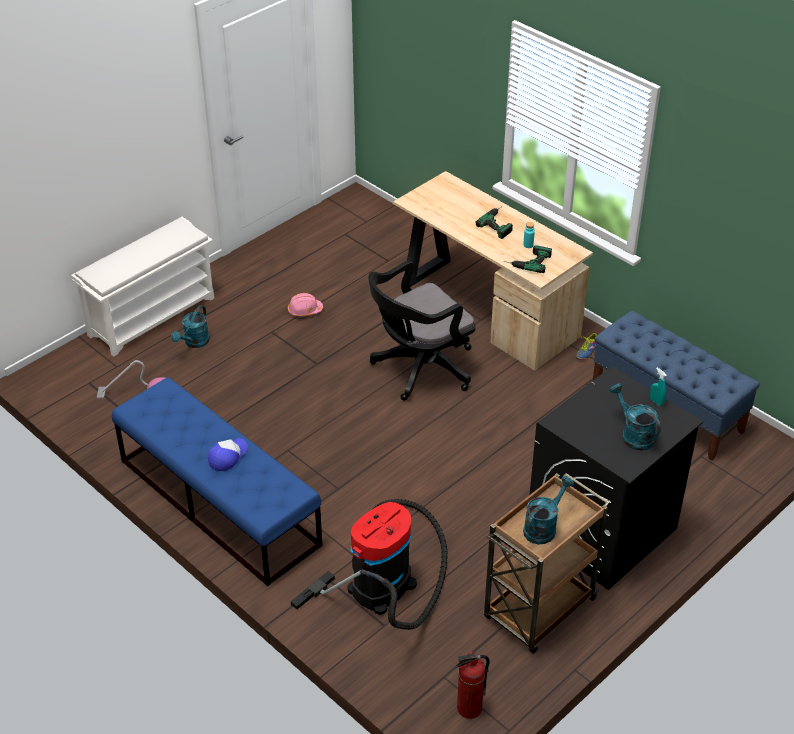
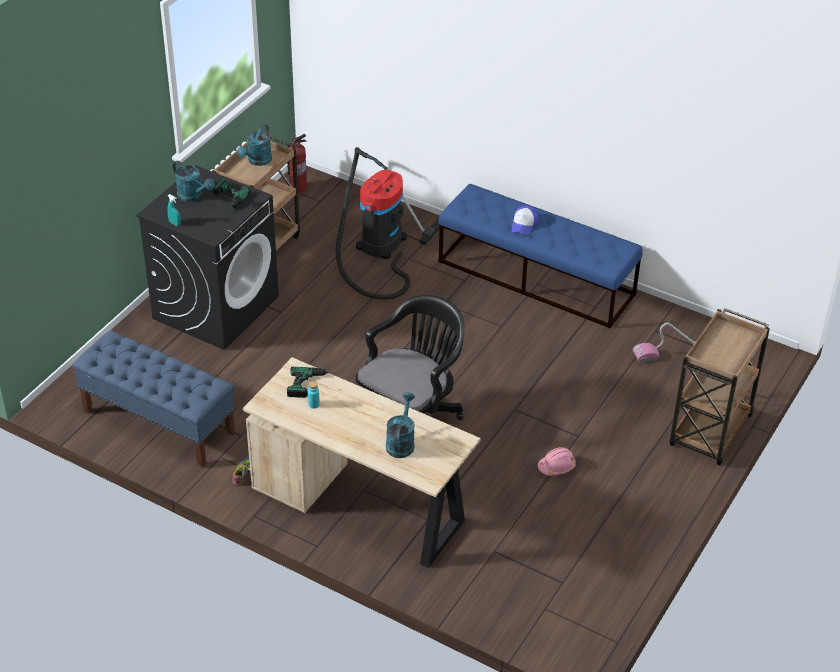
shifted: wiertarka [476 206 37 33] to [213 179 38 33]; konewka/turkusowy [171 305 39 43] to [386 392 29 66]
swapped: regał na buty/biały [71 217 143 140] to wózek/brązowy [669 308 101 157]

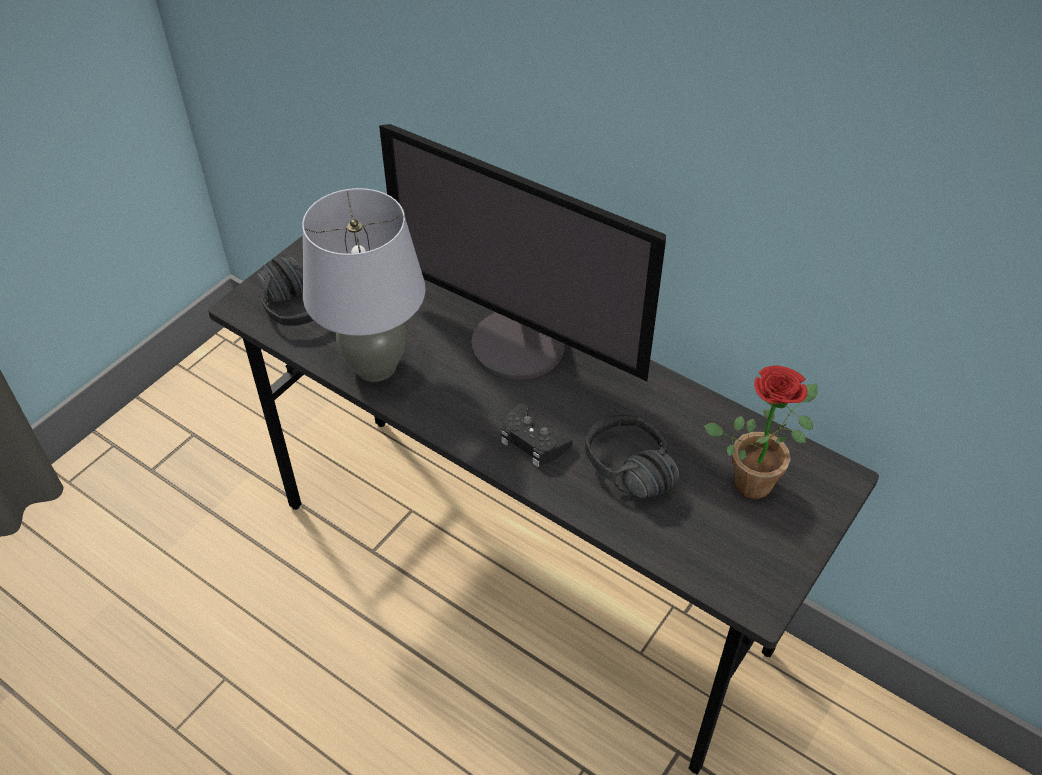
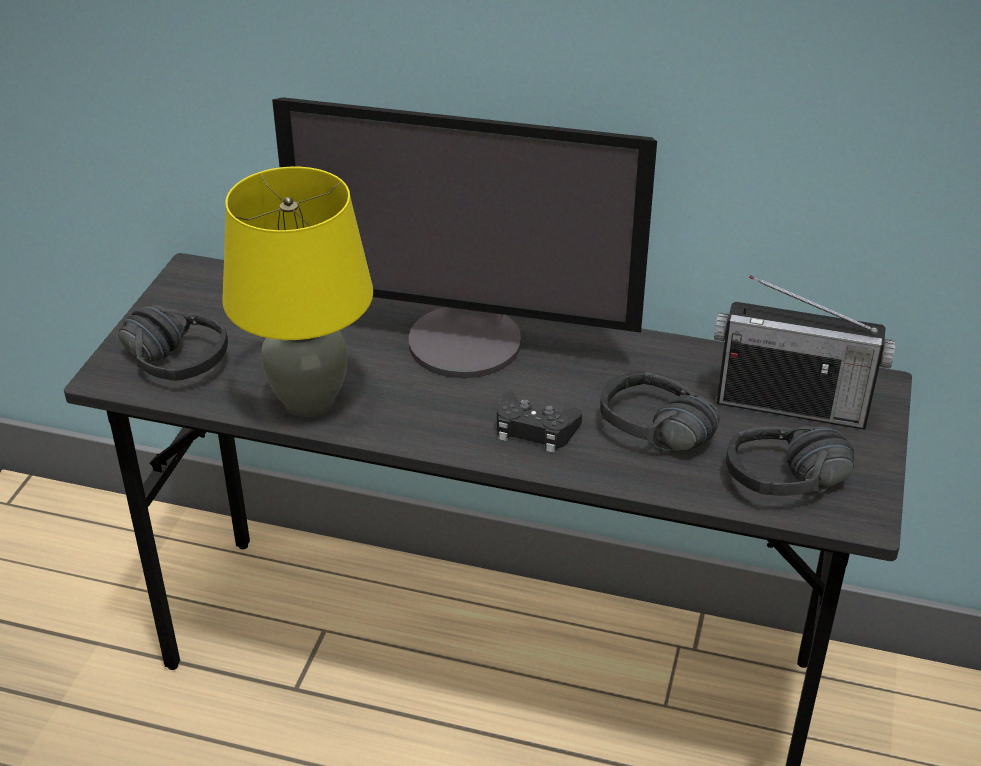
new: słuchawki/czarny [726 426 128 70]
swapped: roślina doniczkowa [704 365 114 134] to radio [714 275 182 155]
repainted: lampa stołowa/szary [302 188 124 194] to lampa stołowa/żółty [222 167 151 250]

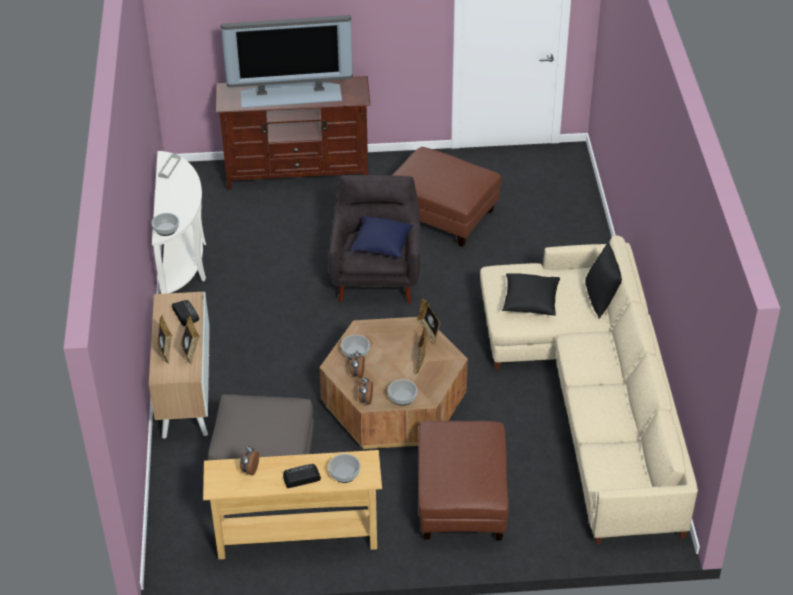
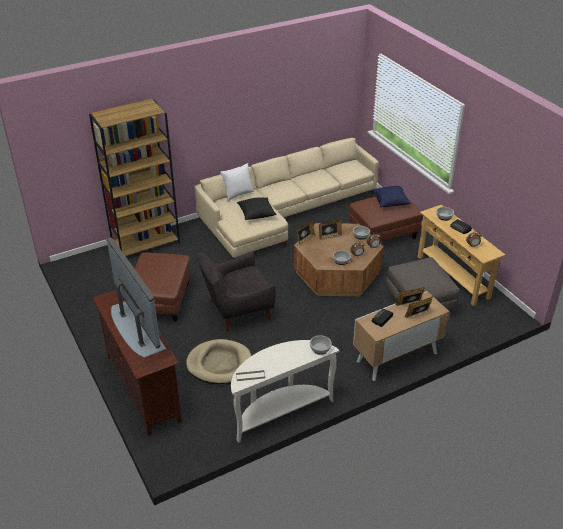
new: regał/brązowy [89 99 91 157]; legowisko/beżowy [186 339 66 45]
shifted: poduszka/niebieski [350 216 63 42] to [372 186 39 21]
repainted: poduszka/czarny [585 243 37 76] to poduszka/biały [220 163 34 39]

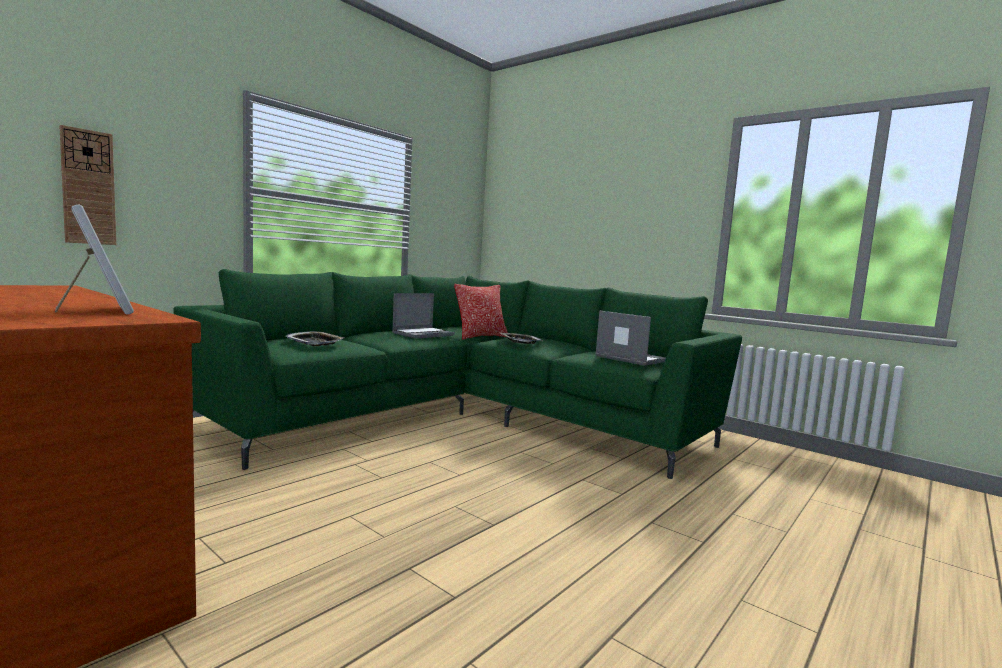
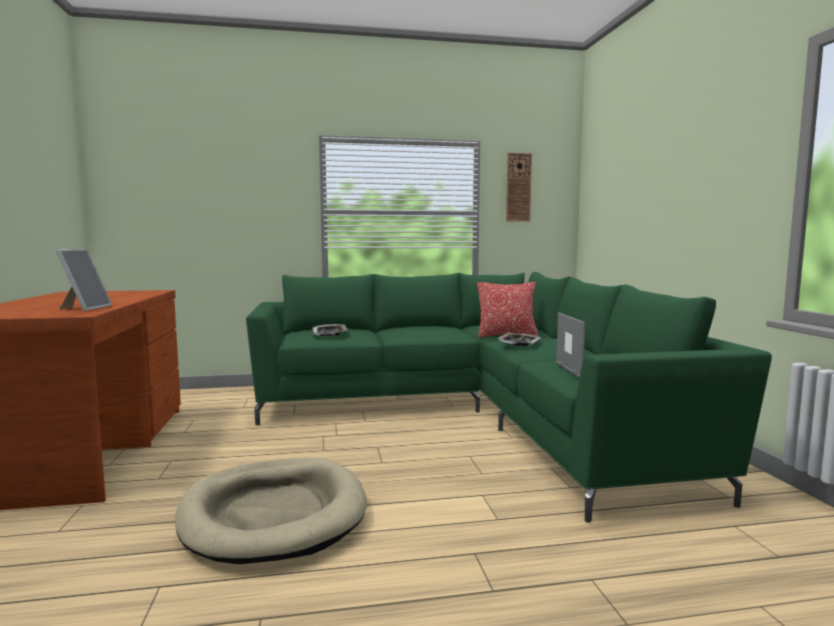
gone: laptop [392 293 63 46]
new: legowisko/beżowy [175 458 192 106]
shifted: zegar ścienny [59 125 57 120] to [506 153 26 69]

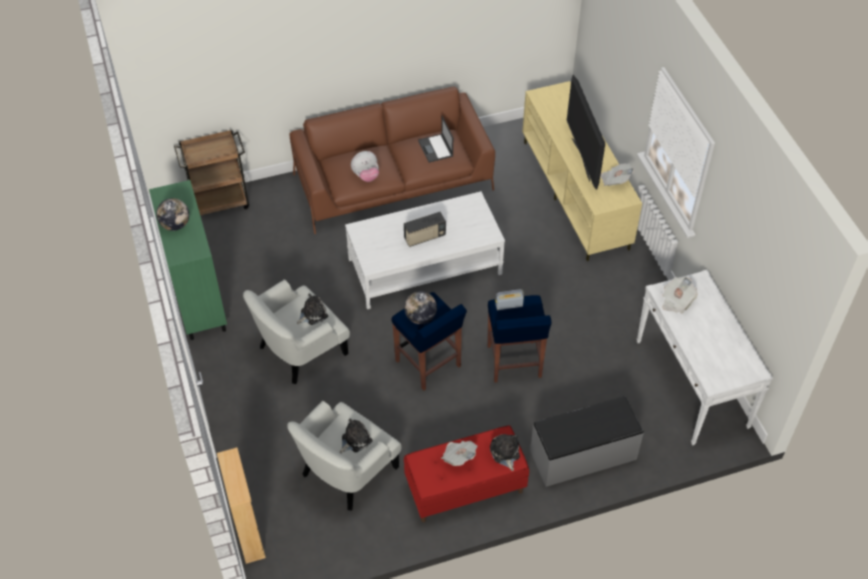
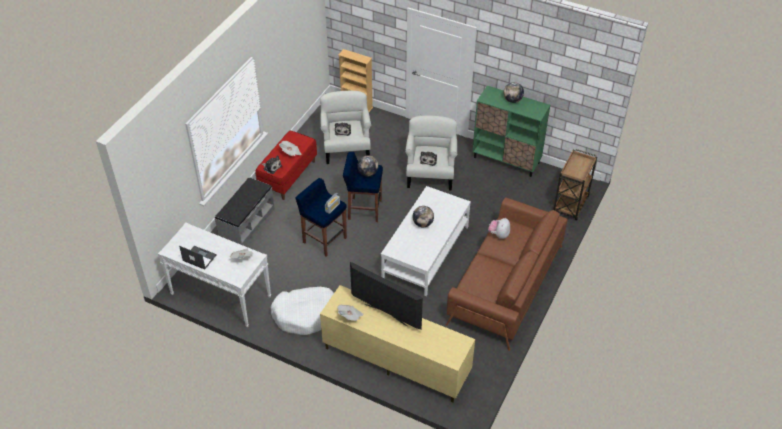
new: legowisko/biały [271 287 63 48]
shifted: laptop [418 116 35 47] to [179 246 38 23]
swapped: radio [404 212 42 35] to globus [412 206 22 21]

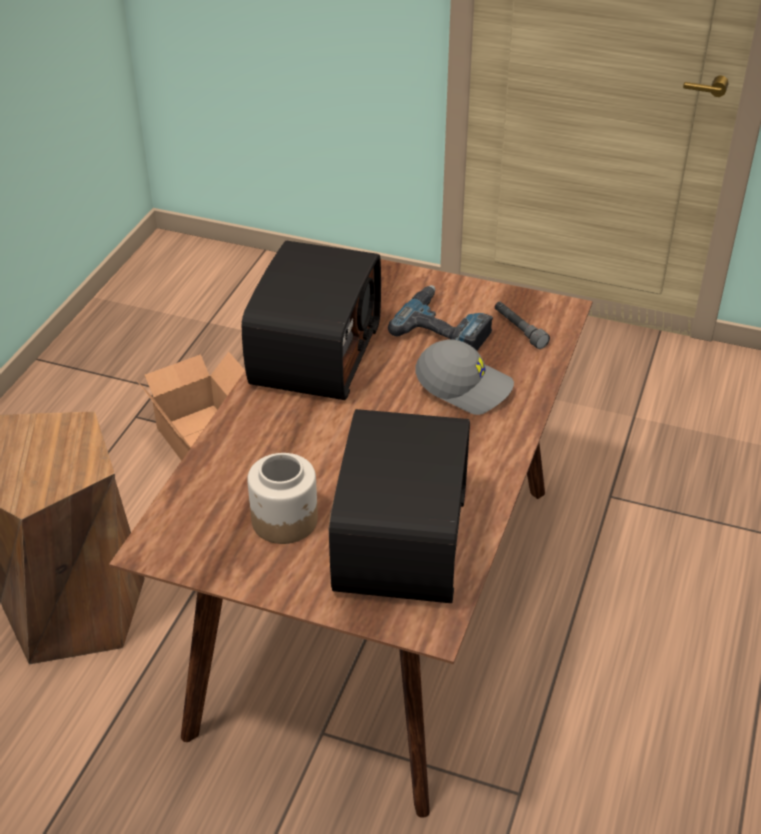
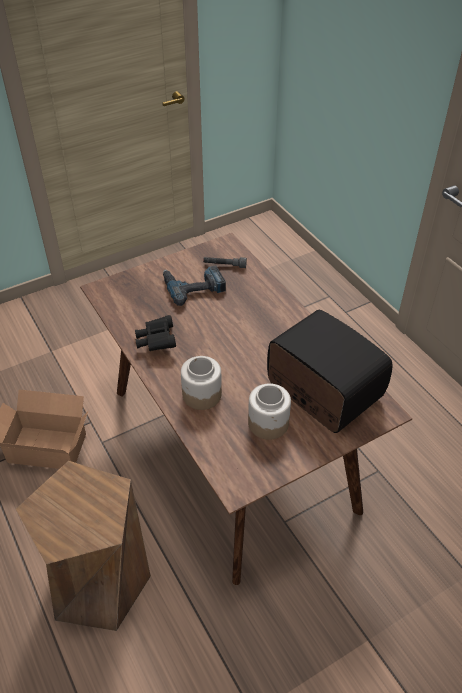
gone: czapka z daszkiem/szary [415 339 99 76]
new: słoik [181 356 41 54]
swapped: radio [242 241 139 159] to lornetka/czarny [135 315 41 36]

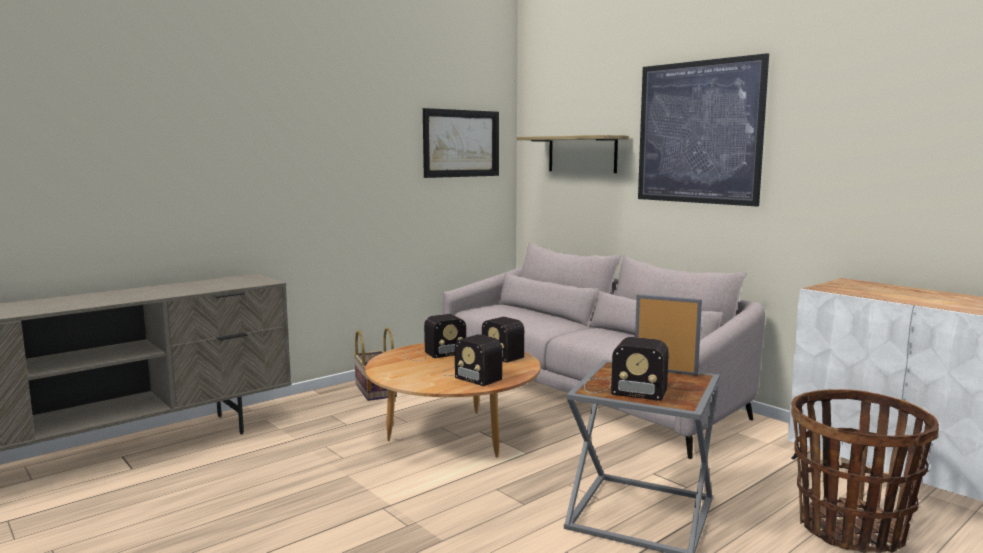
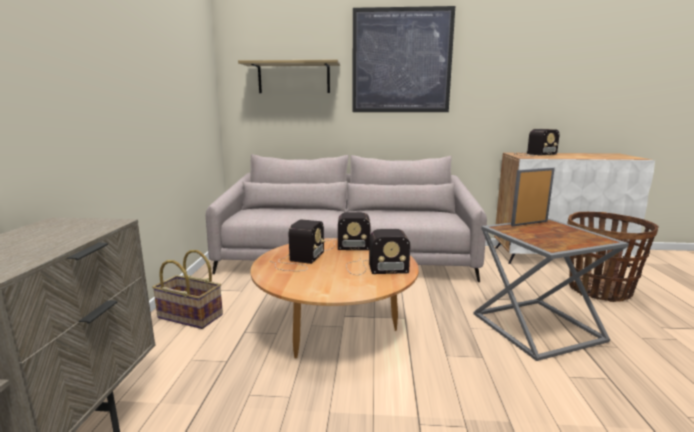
gone: obraz [423 108 76 70]
shifted: radio [584 337 85 64] to [515 129 45 27]

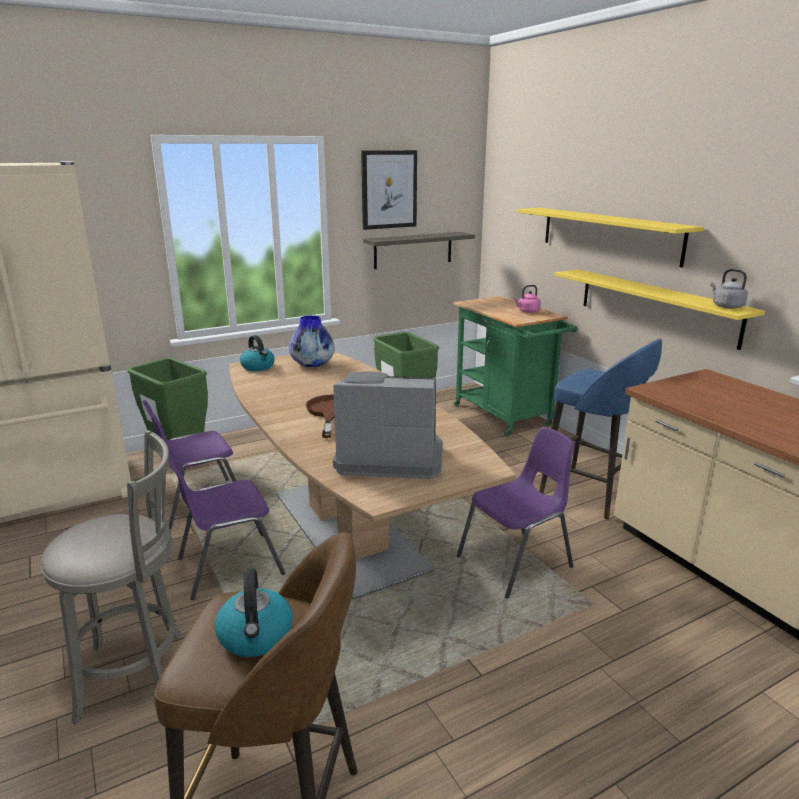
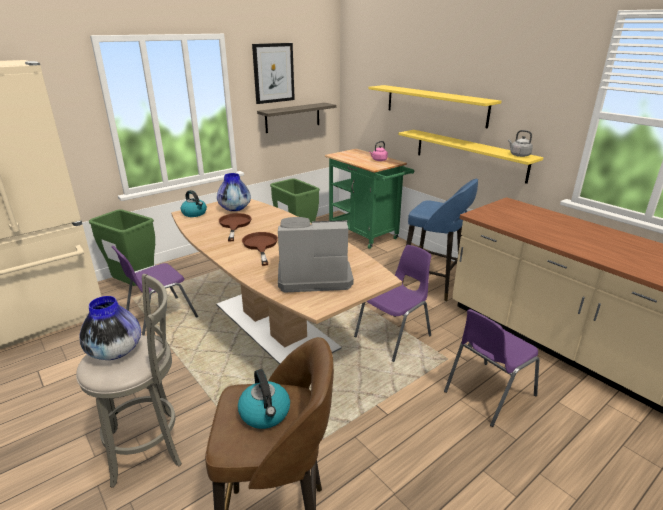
new: patelnia/brązowy [219 213 33 28]; wazon [79 296 62 64]
shifted: krzesło/fioletowy [168 448 118 152] to [444 309 95 118]

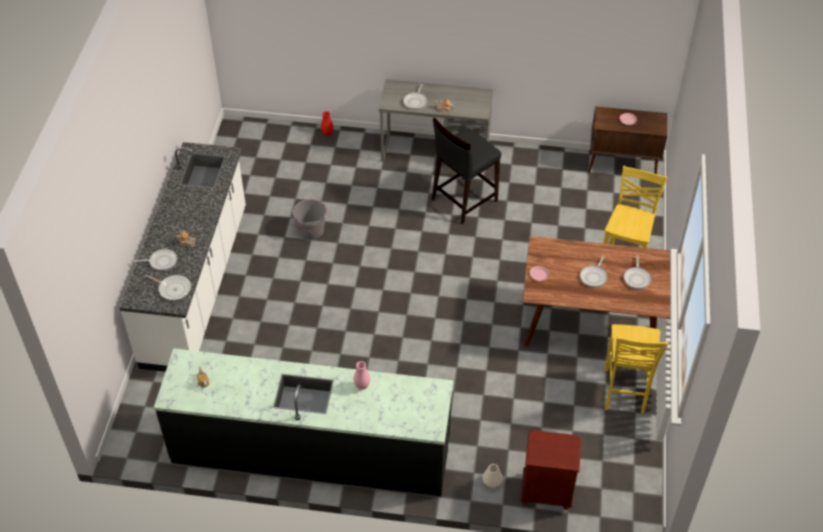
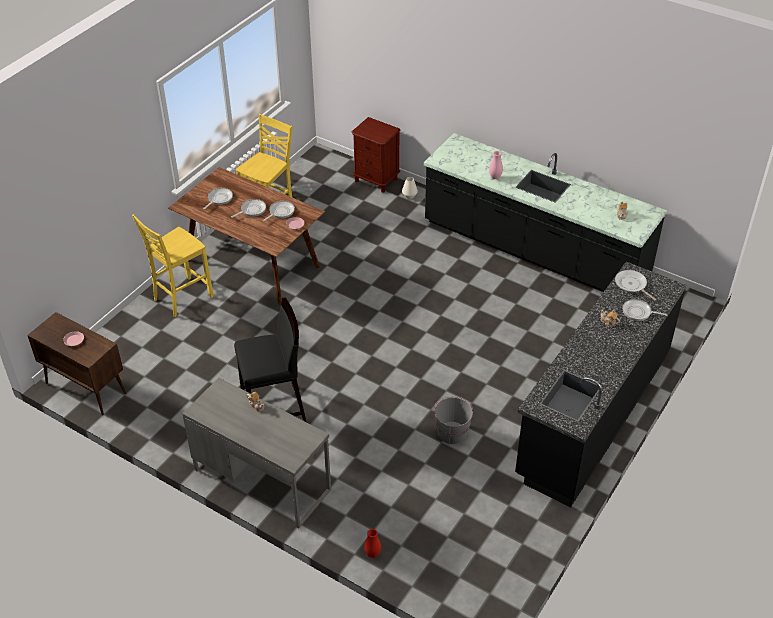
shifted: patelnia [403 84 24 26] to [263 201 32 20]
repainted: zabudowa kuchenna/biały [119 142 127 230] to zabudowa kuchenna/czarny [515 262 172 245]

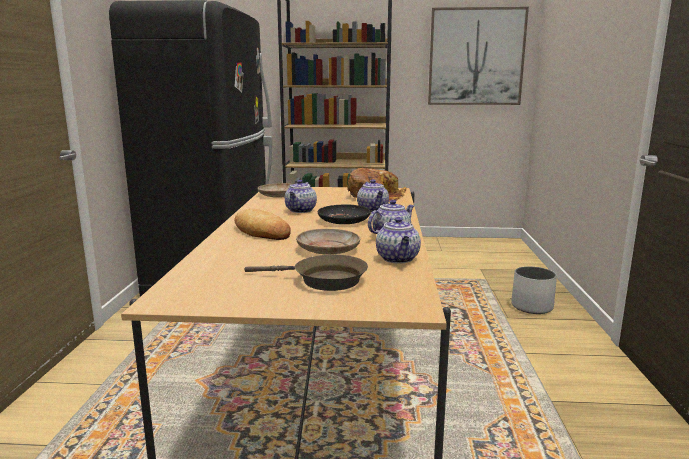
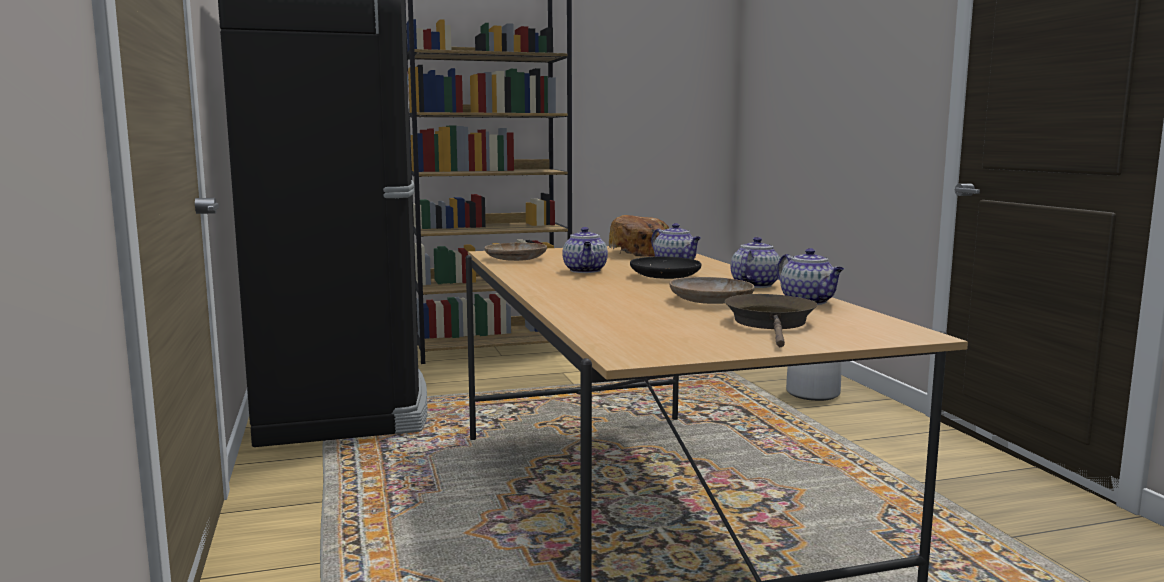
gone: obraz [428 7 101 98]; chleb [234 209 57 31]
rotated: patelnia/brązowy [244 255 124 36] = [725 294 93 53] 75 degrees counterclockwise

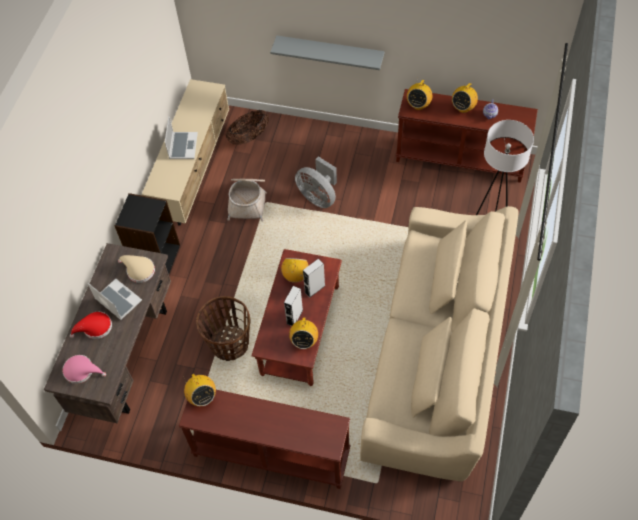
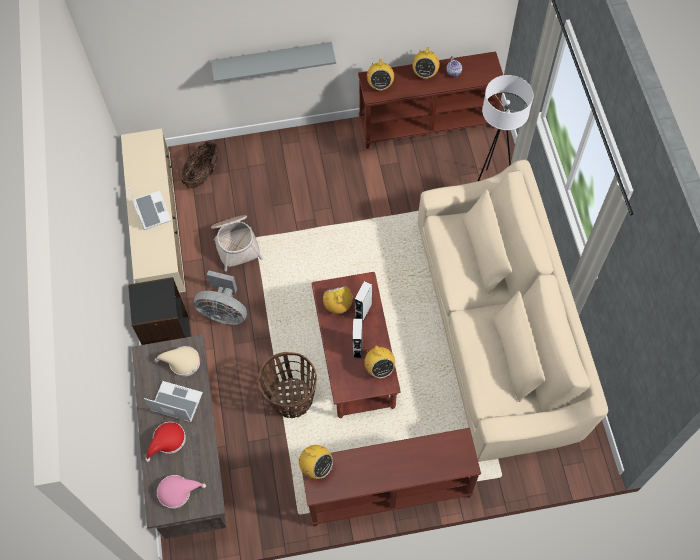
shifted: wentylator/szary [295 157 42 51] to [193 270 54 55]

